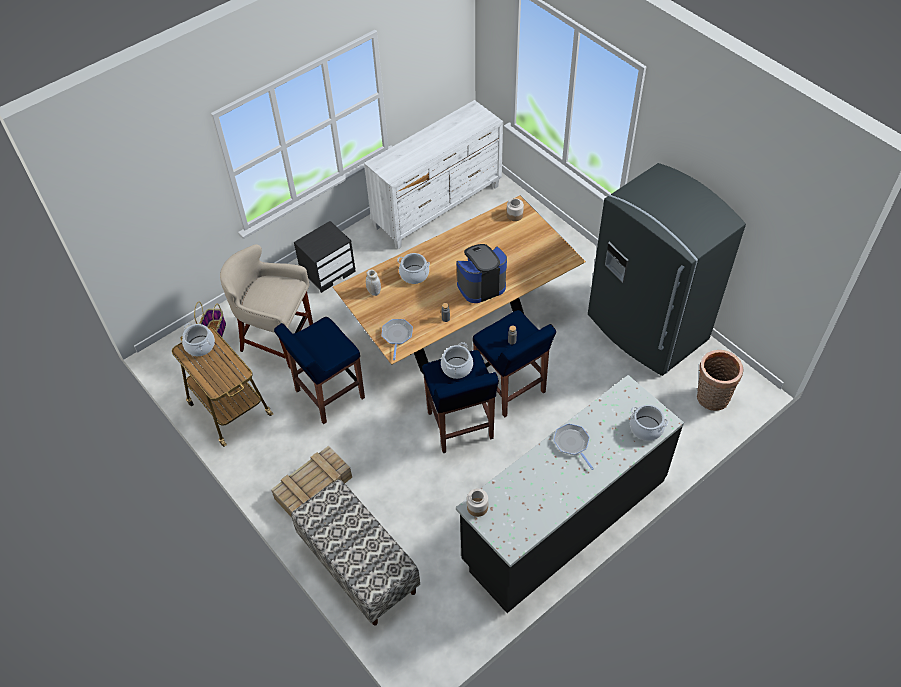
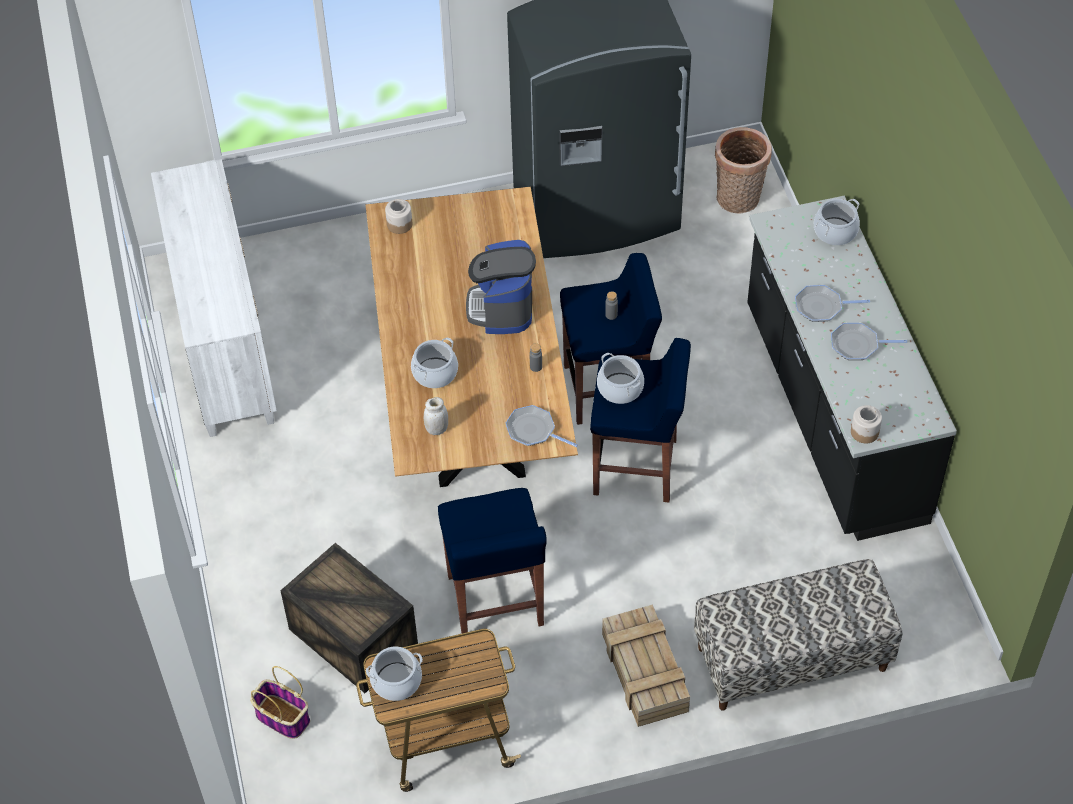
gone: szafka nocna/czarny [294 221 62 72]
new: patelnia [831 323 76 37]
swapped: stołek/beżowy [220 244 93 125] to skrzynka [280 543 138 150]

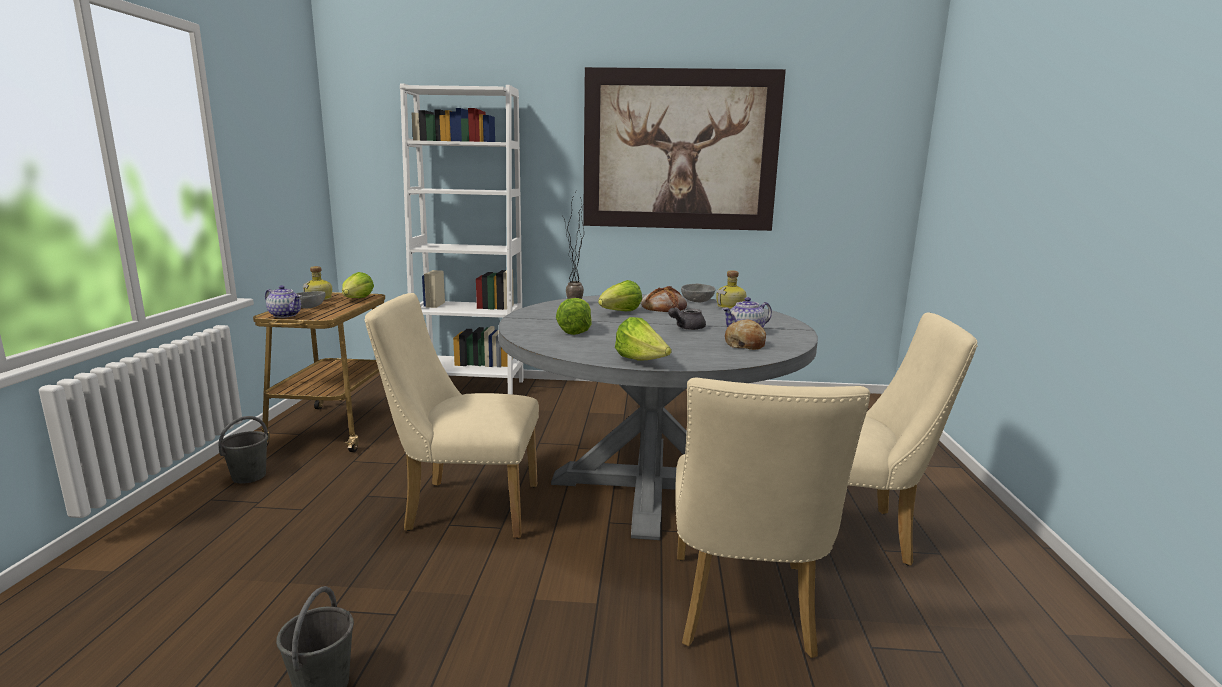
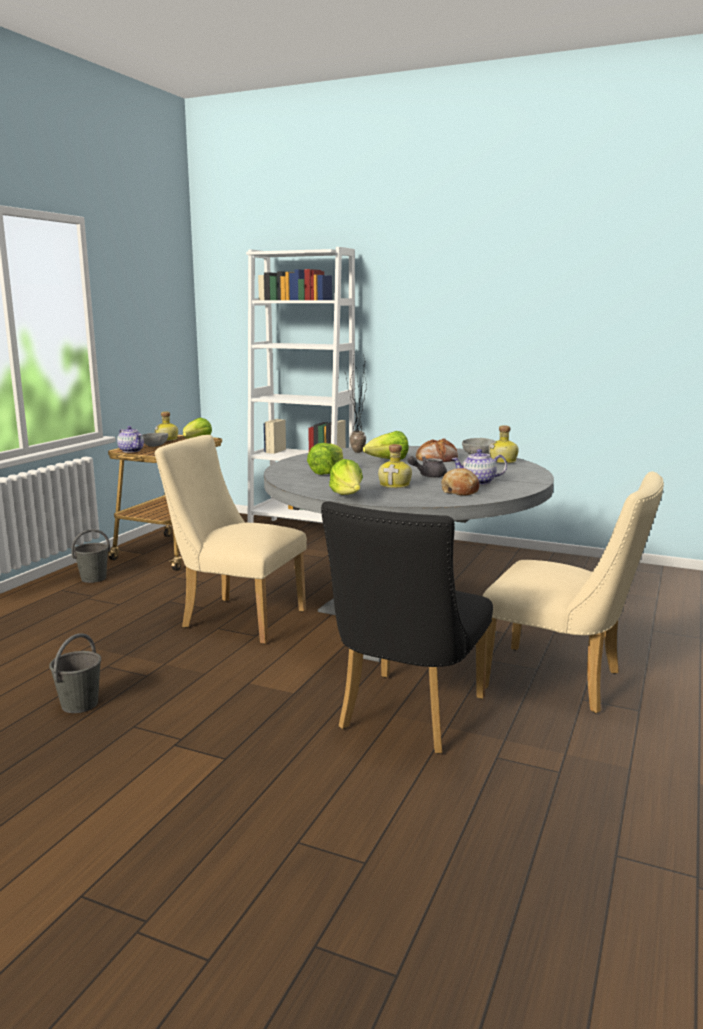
gone: obraz [583 67 203 164]
new: butelka [378 444 34 44]
repainted: krzesło/beżowy [675 378 195 280] to krzesło/czarny [321 501 172 253]

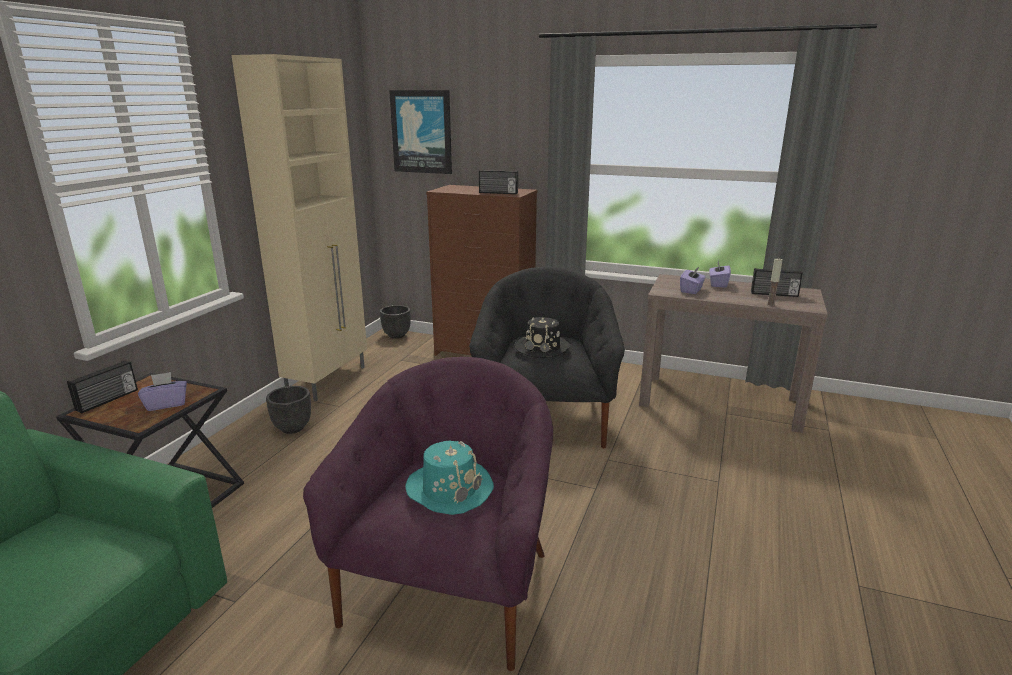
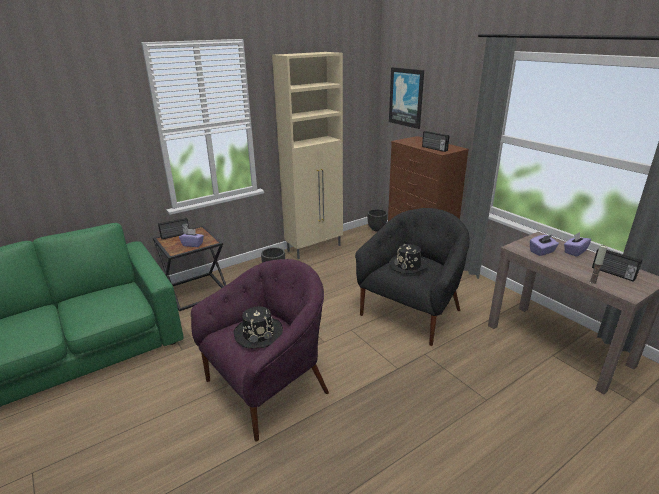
repainted: kapelusz/turkusowy [405 440 89 75] to kapelusz/czarny [234 306 49 42]

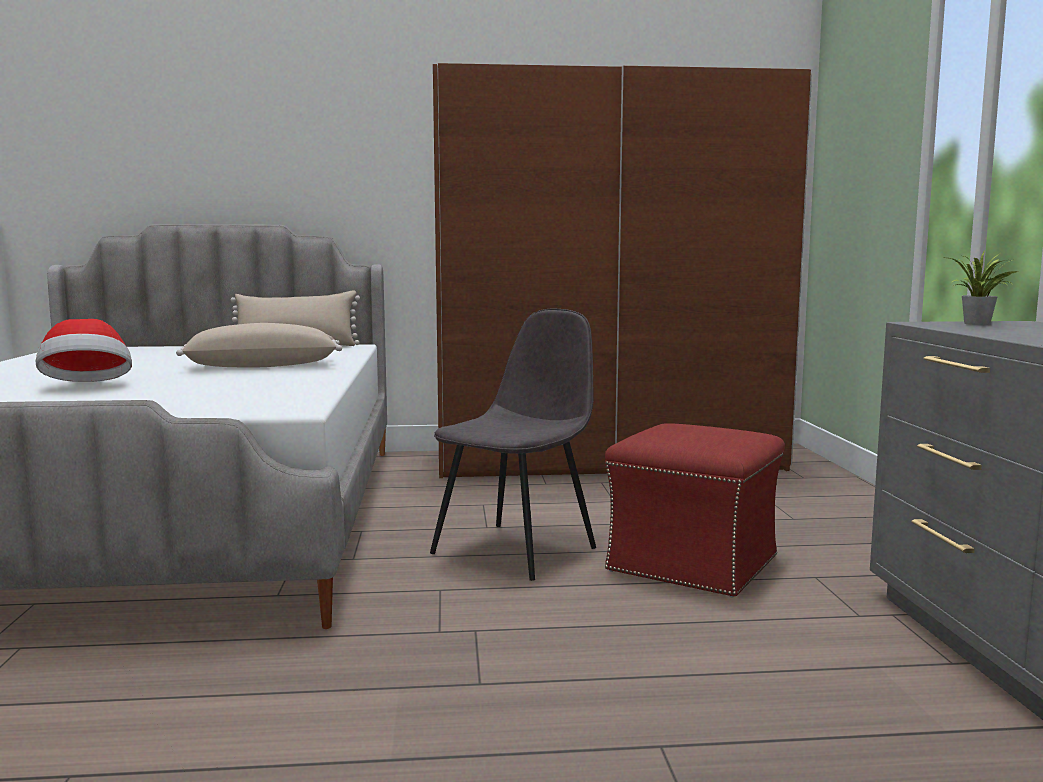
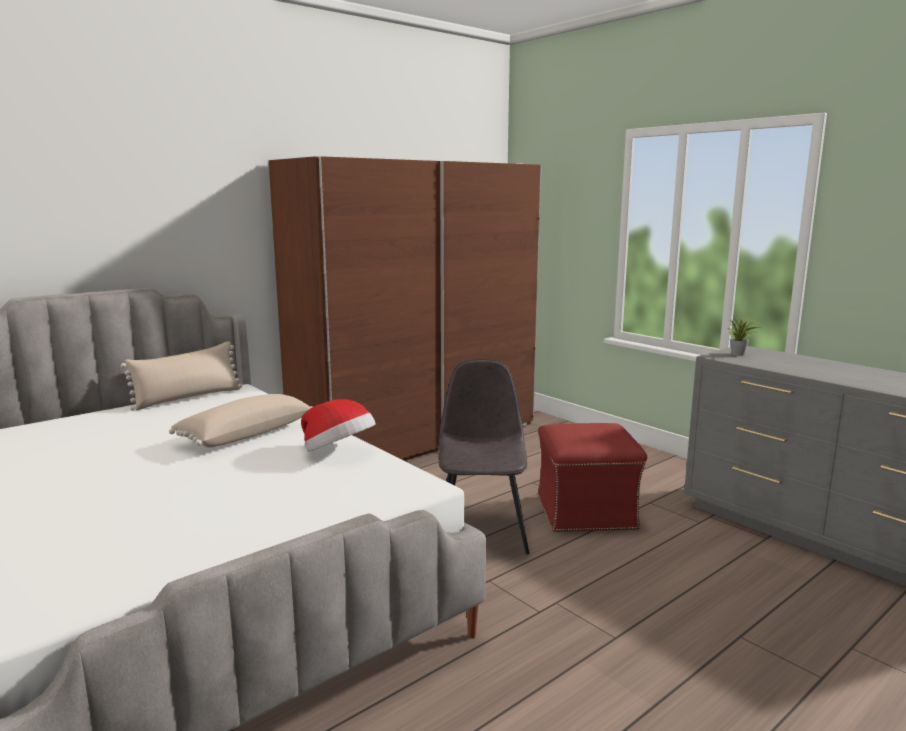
shifted: kapelusz [36 319 96 63] to [301 399 75 53]

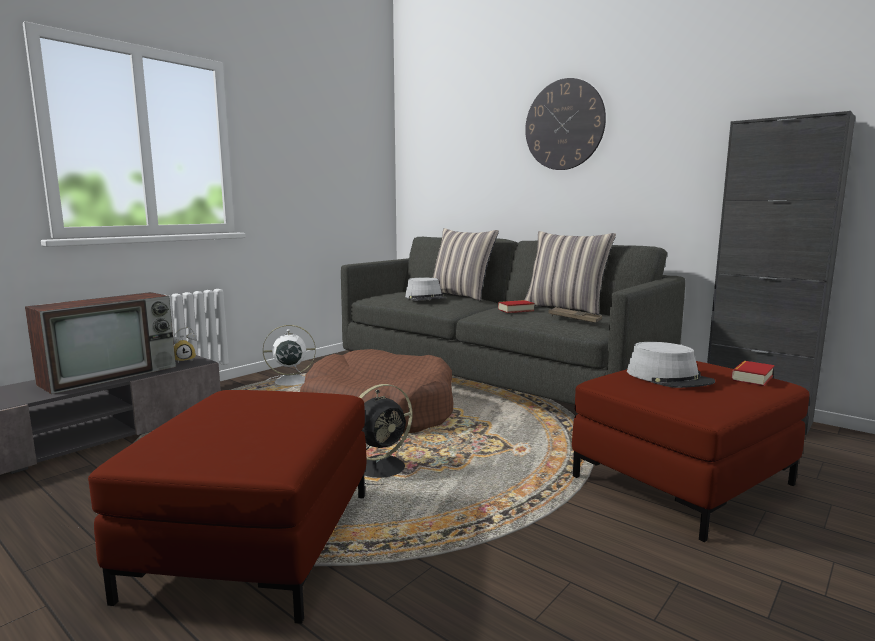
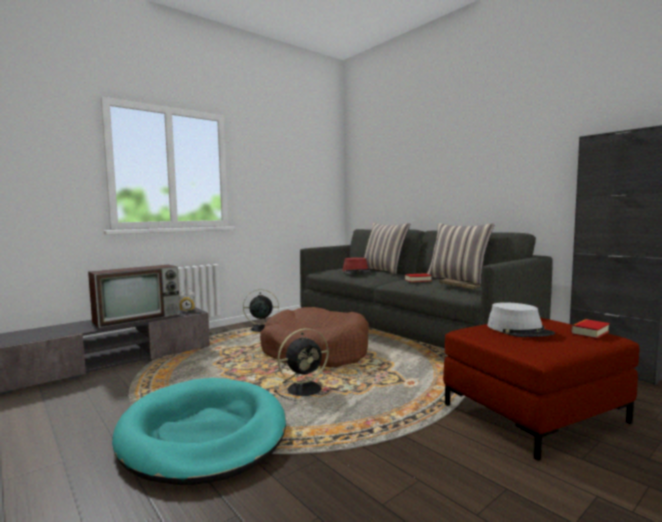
gone: zegar ścienny [525 78 81 92]
swapped: pufa/czerwony [88 390 278 234] to legowisko/turkusowy [112 378 174 107]
repainted: kapelusz/szary [405 278 41 23] to kapelusz/czerwony [343 258 27 15]; wentylator/biały [263 325 53 63] to wentylator/czarny [243 289 36 45]

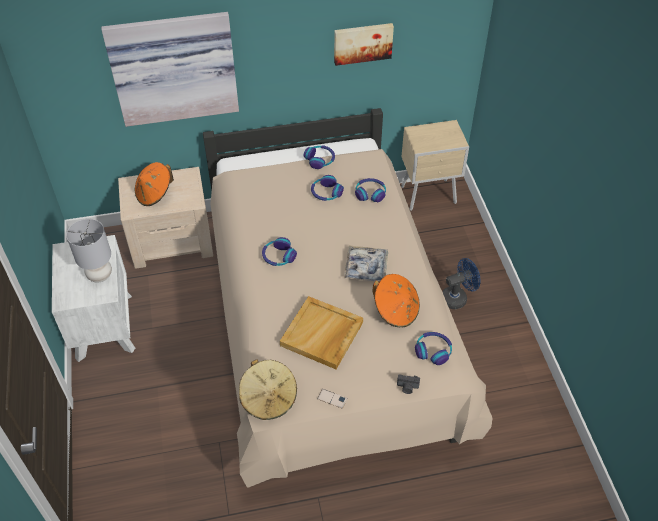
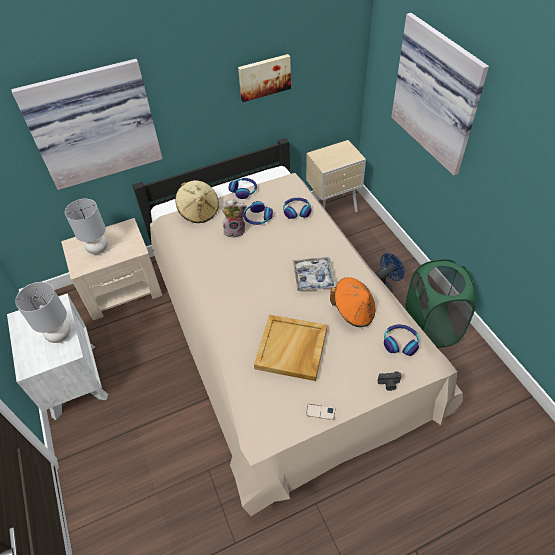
gone: słuchawki [262 237 35 29]
new: obraz [391 13 98 163]; pluszak [221 199 26 39]; kosz na pranie/zielony [405 259 71 89]
shifted: kapelusz/beżowy [239 359 58 61] to [175 180 44 43]
swapped: kapelusz/pomarańczowy [135 162 39 44] to lampa stołowa/szary [65 199 43 55]

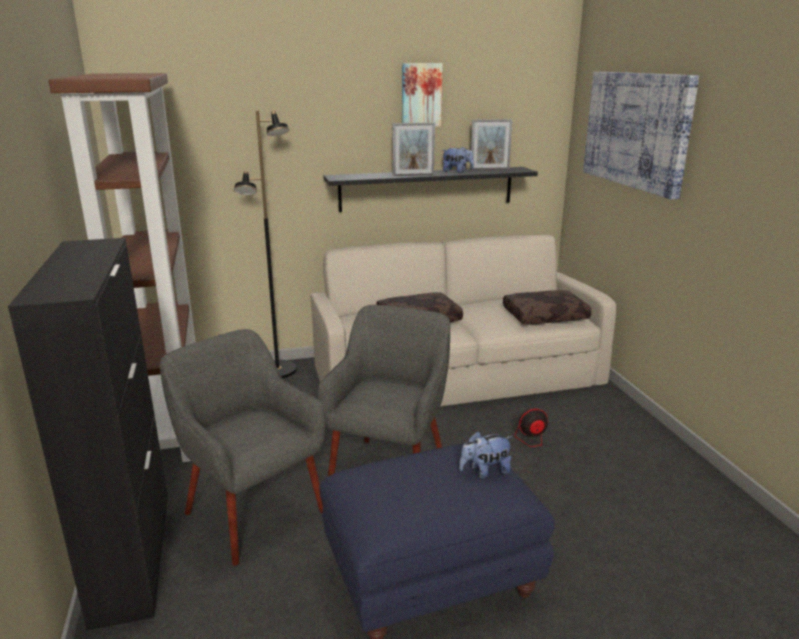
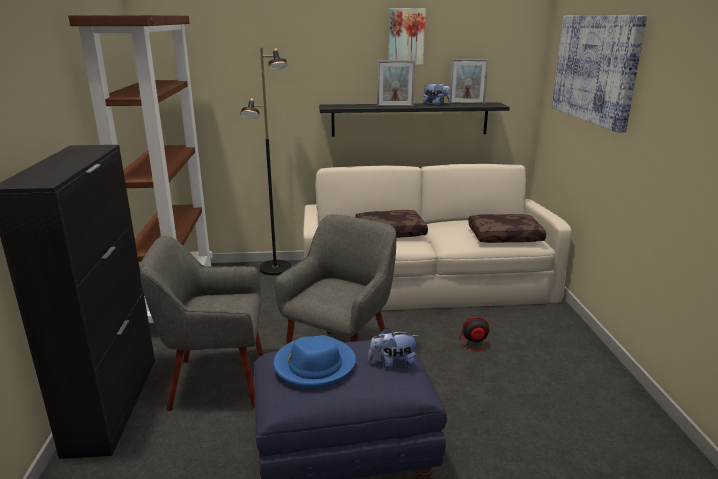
new: kapelusz/niebieski [273 335 83 53]
rotated: fotel/szary [160 329 166 237] = [140 236 123 175] 60 degrees counterclockwise

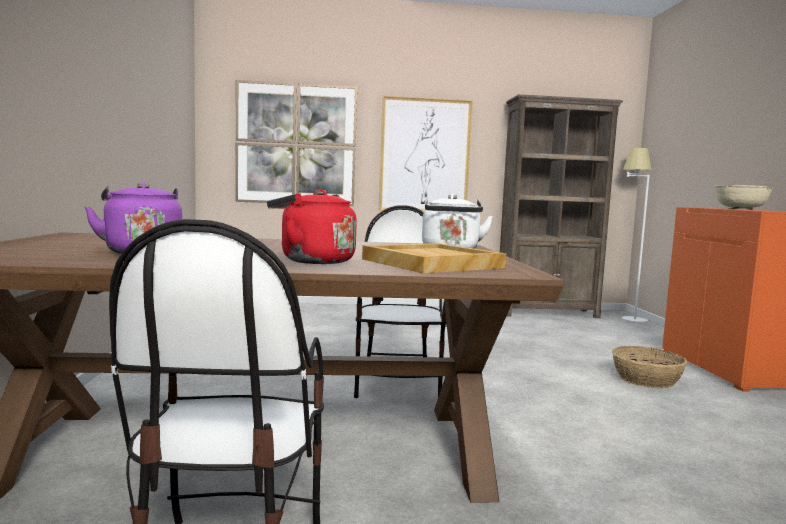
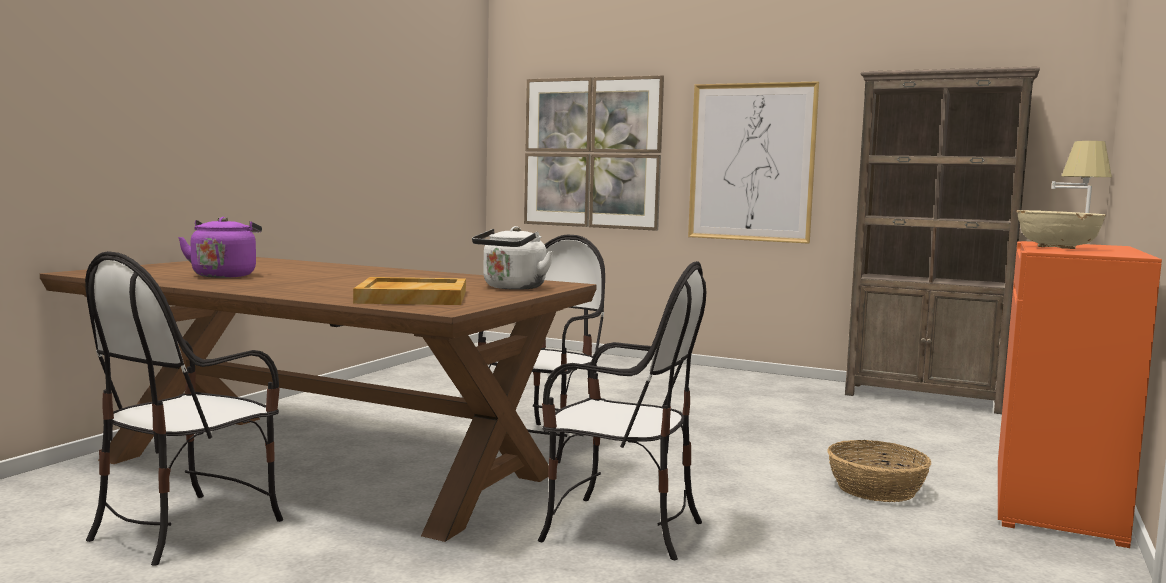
gone: czajnik/czerwony [267 189 90 75]
new: krzesło [538 261 168 299]

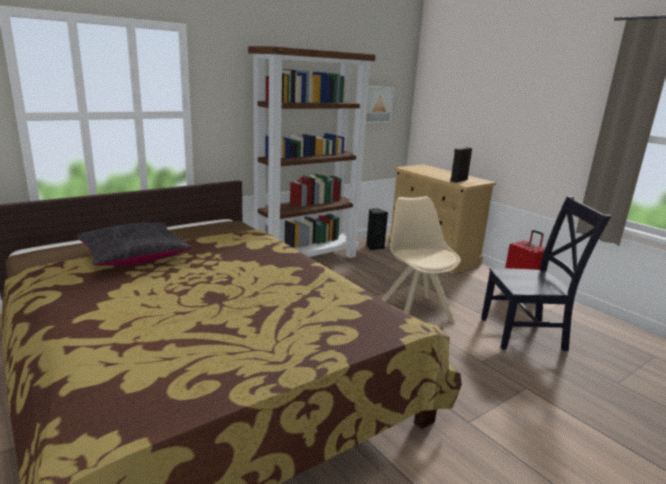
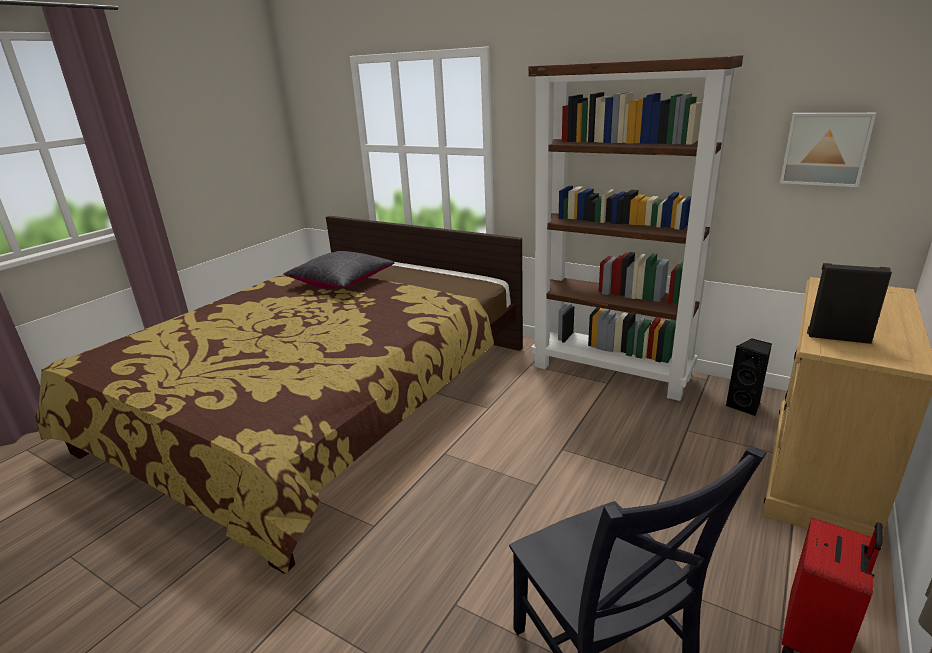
gone: krzesło/beżowy [381 196 80 127]

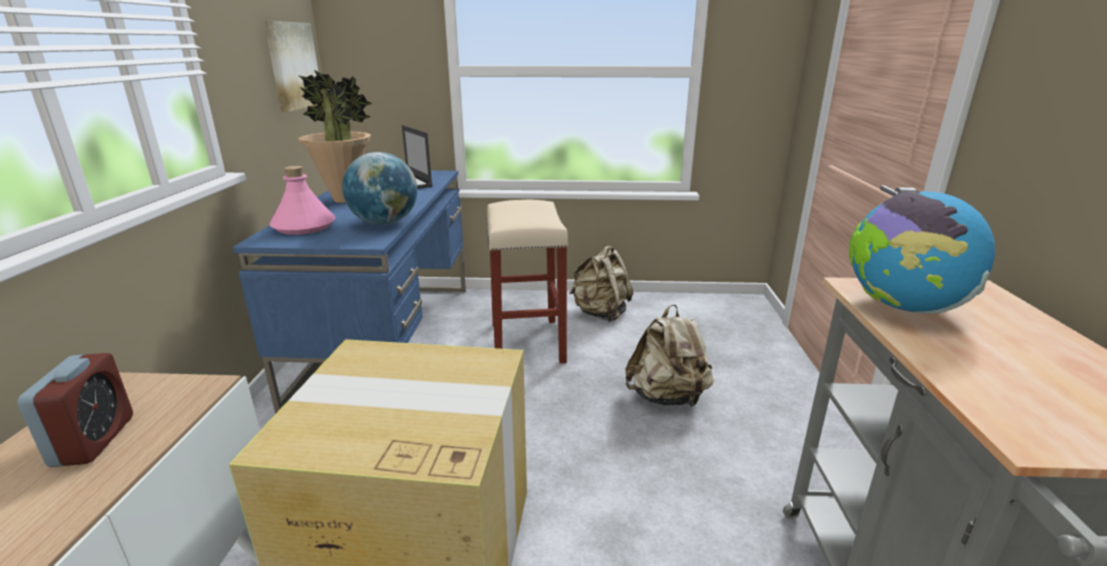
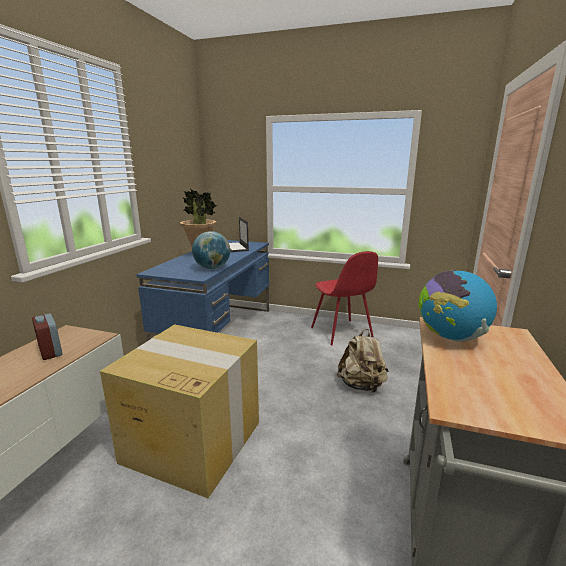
gone: obraz [264 21 54 91]; butelka/różowy [269 166 67 69]; stołek/beżowy [487 200 82 163]
swapped: plecak/beżowy [569 246 64 76] to krzesło/czerwony [311 251 67 94]
rotated: budzik [17 353 116 114] = [32 313 31 47] 135 degrees clockwise

